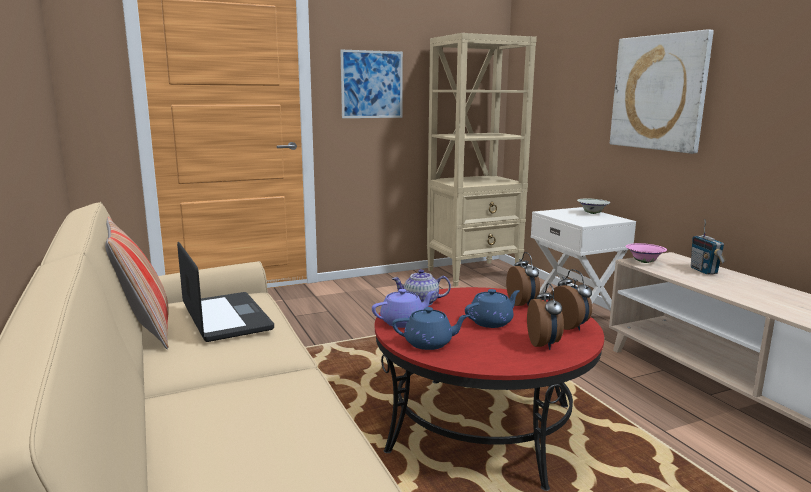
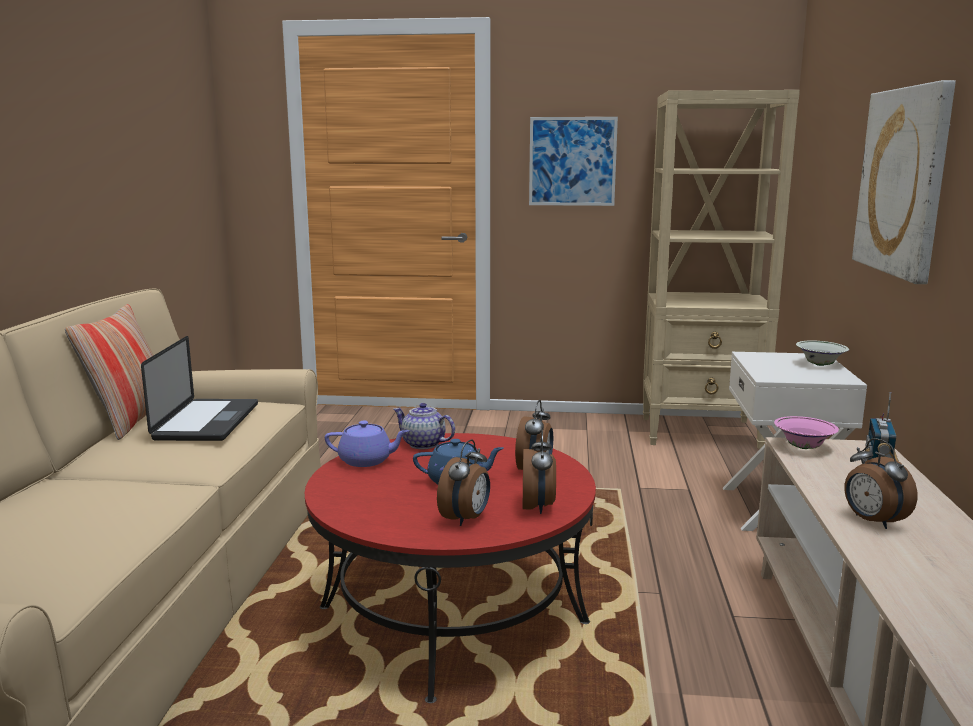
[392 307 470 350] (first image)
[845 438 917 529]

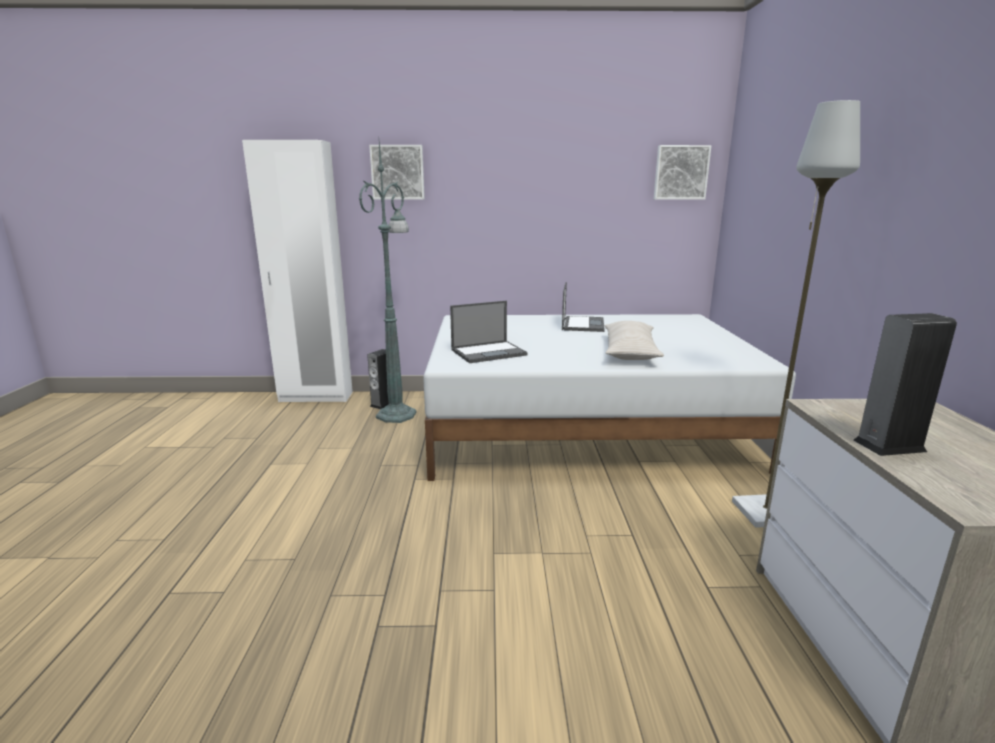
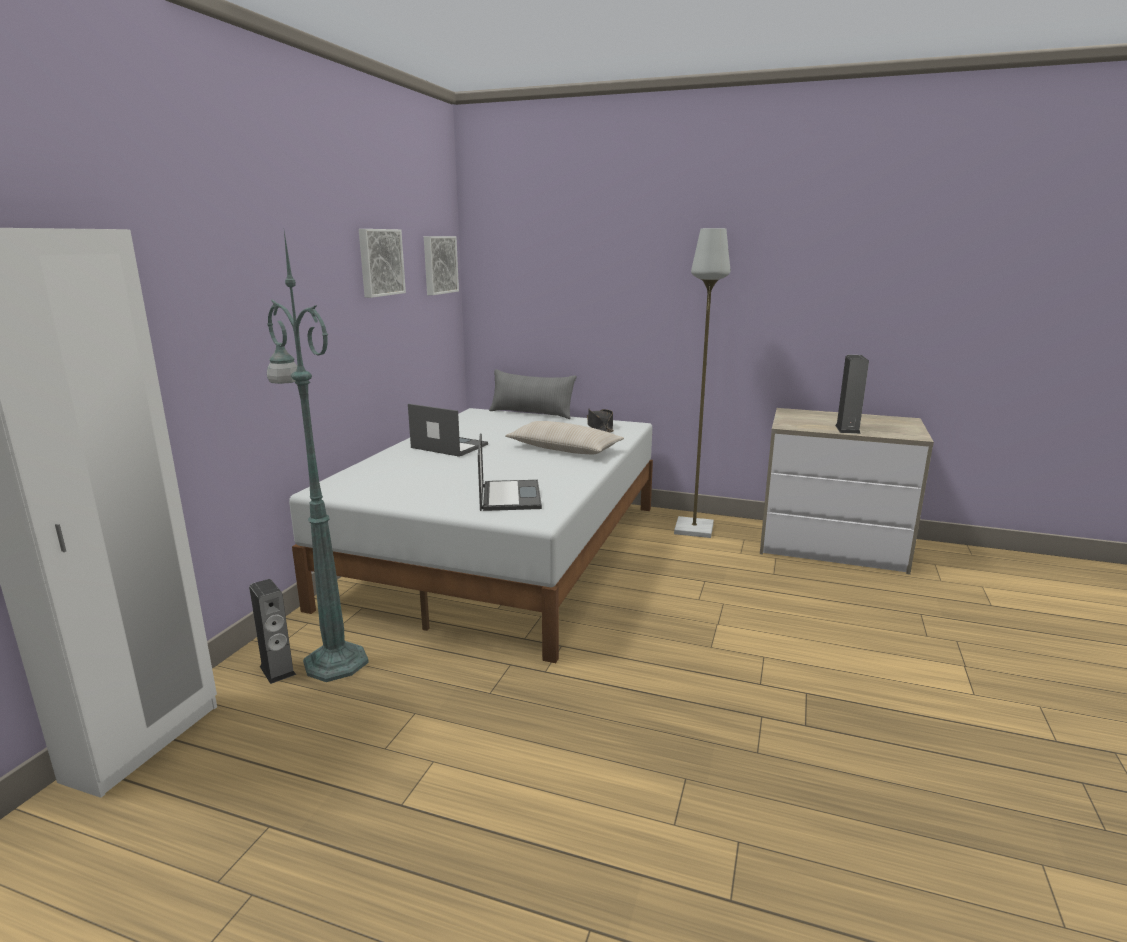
[359 229 406 298]
[489 369 577 419]
[587 409 614 433]

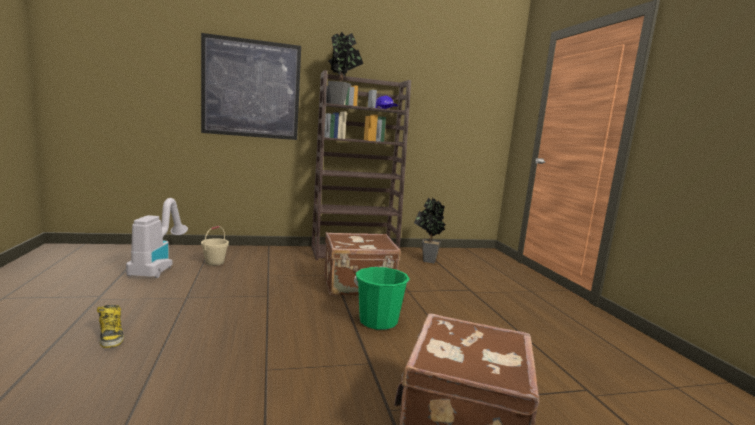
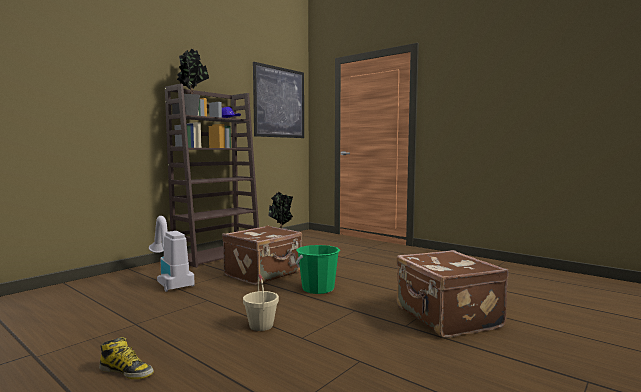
[253 62 304 138]
[149 216 195 292]
[243 274 279 331]

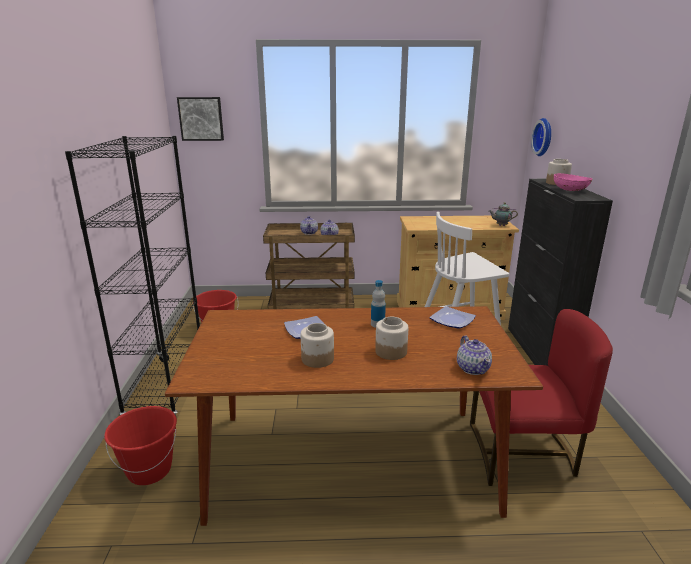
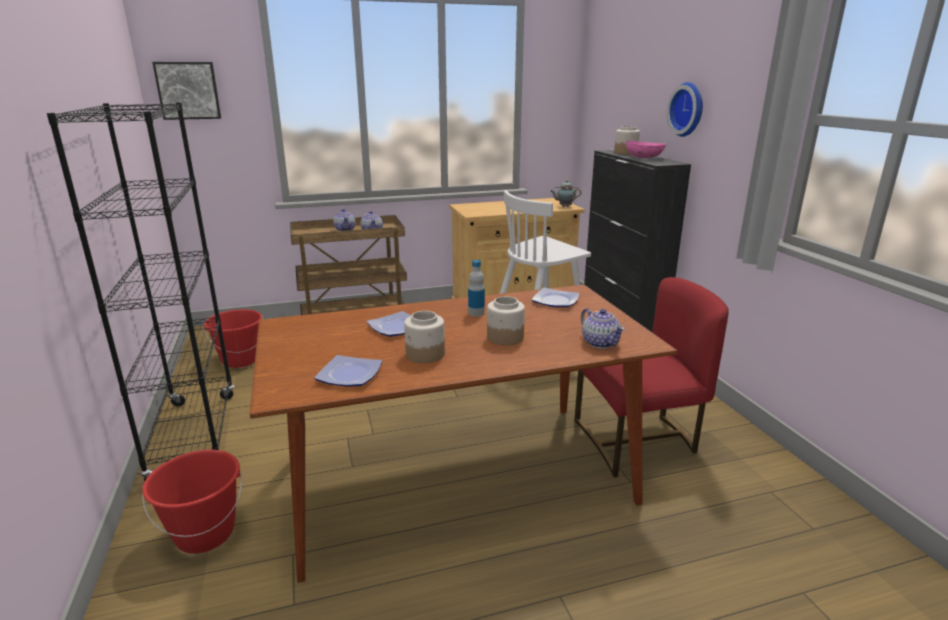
[667 82 703 137]
[314 355 382 387]

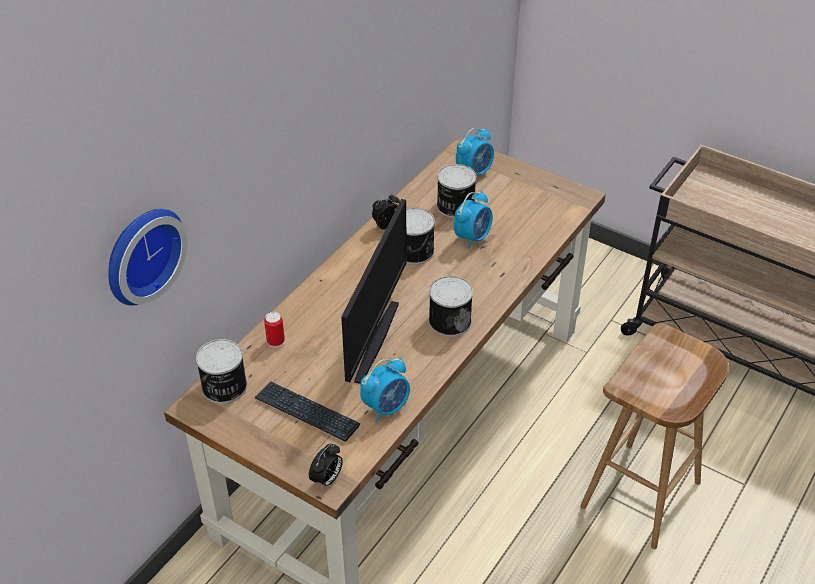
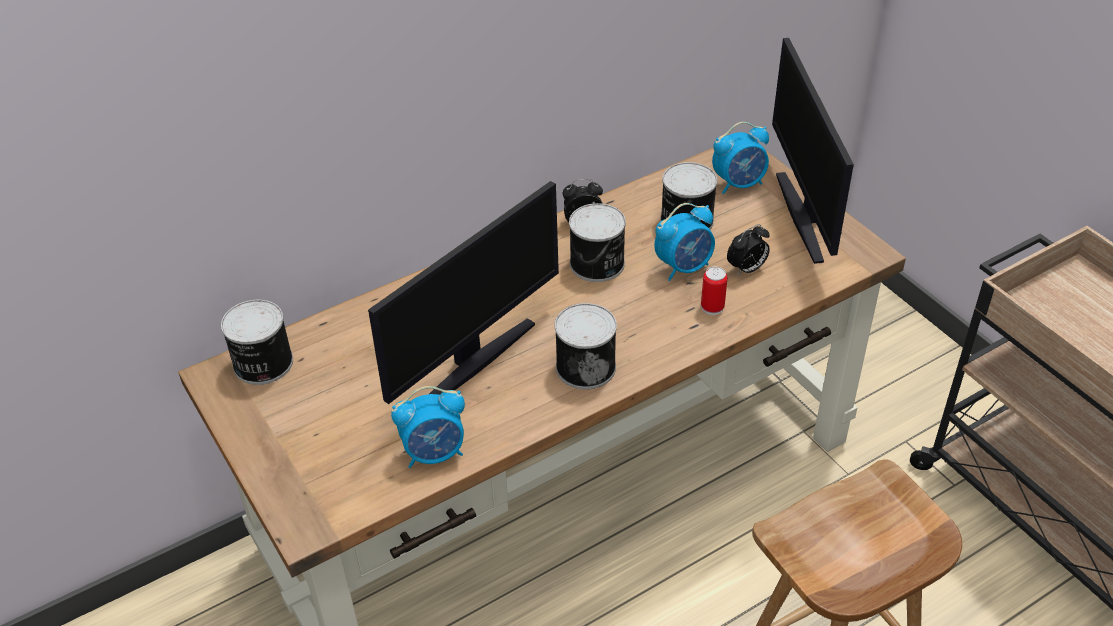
[108 209 188 306] (first image)
[701 267 728 315]
[255 381 360 442] (first image)
[727 224 770 276]
[772 38 854 264]

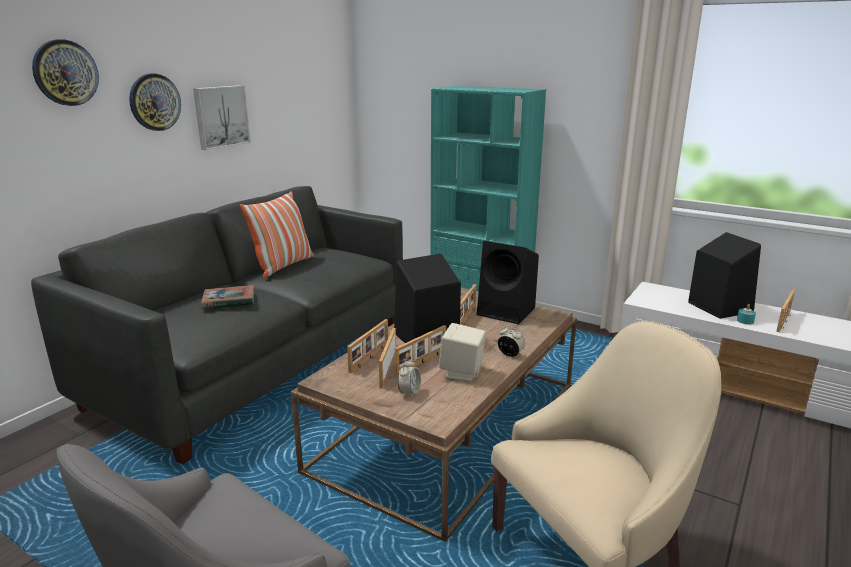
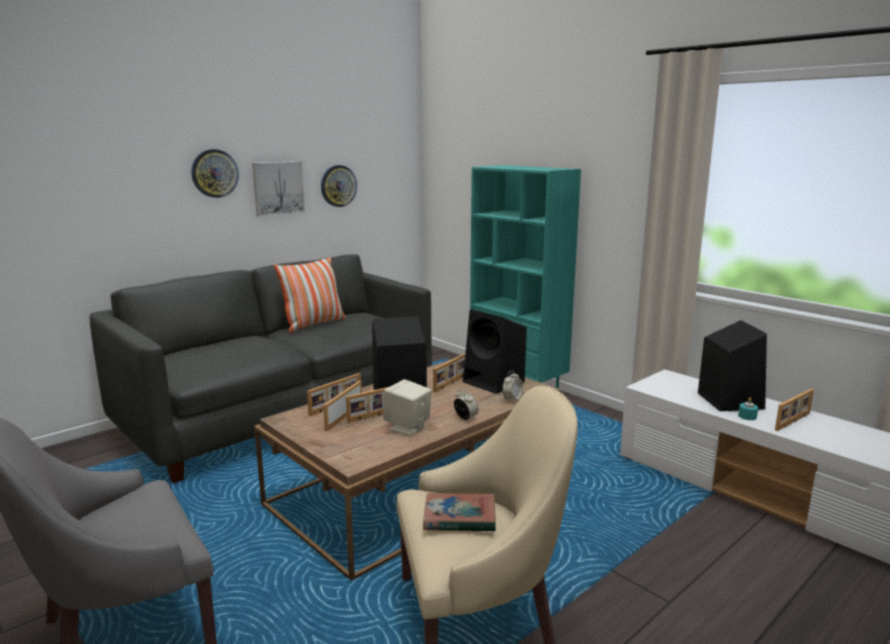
[321 165 357 207]
[423 493 496 532]
[502 370 523 403]

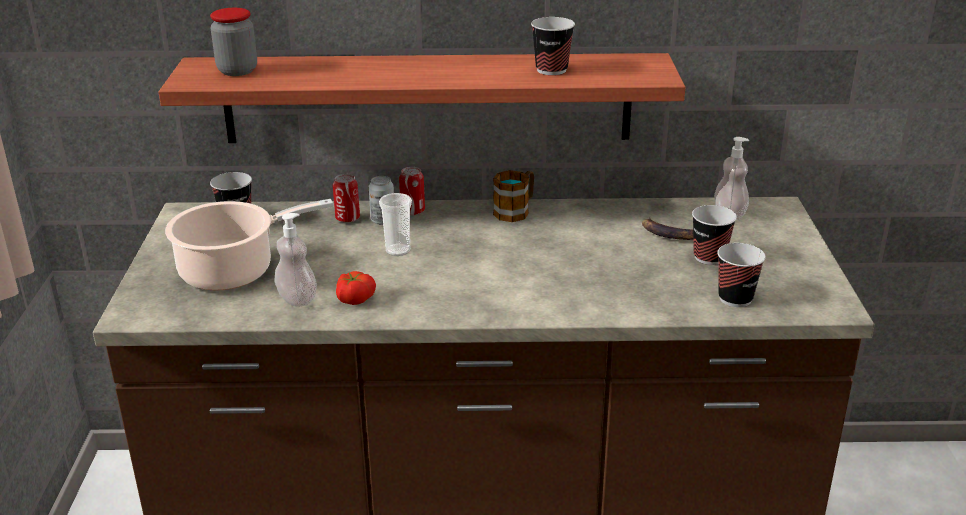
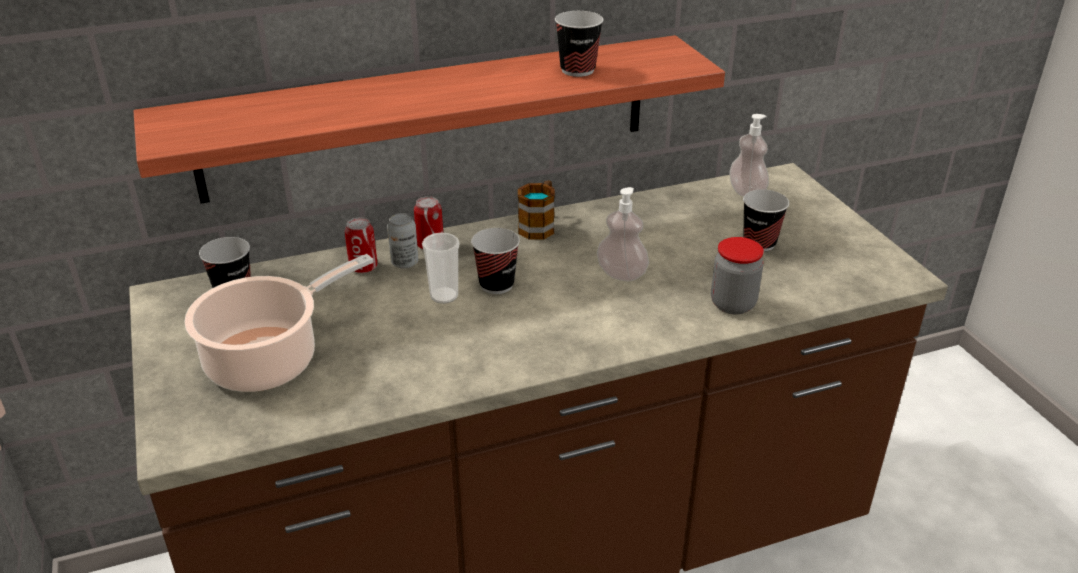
[711 237 764 314]
[597 187 649 281]
[642 218 693 240] (first image)
[471 228 520 294]
[336 271 376 305] (first image)

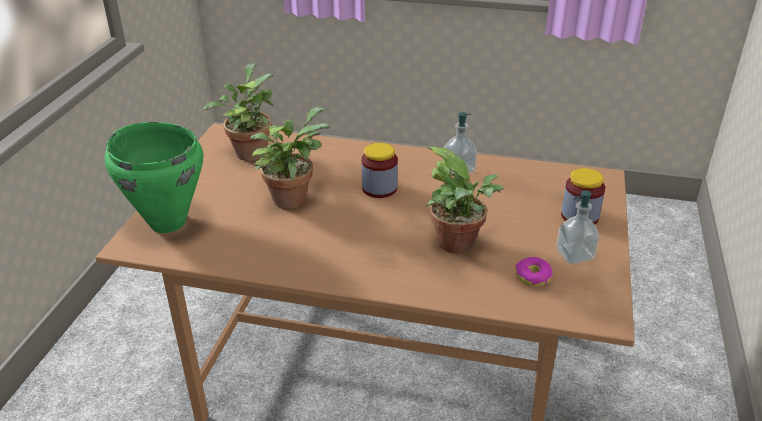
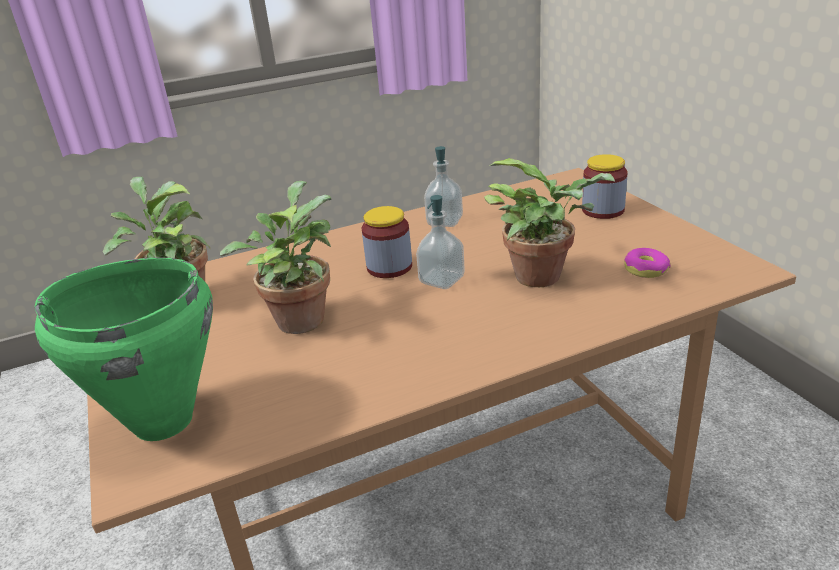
[416 195 465 289]

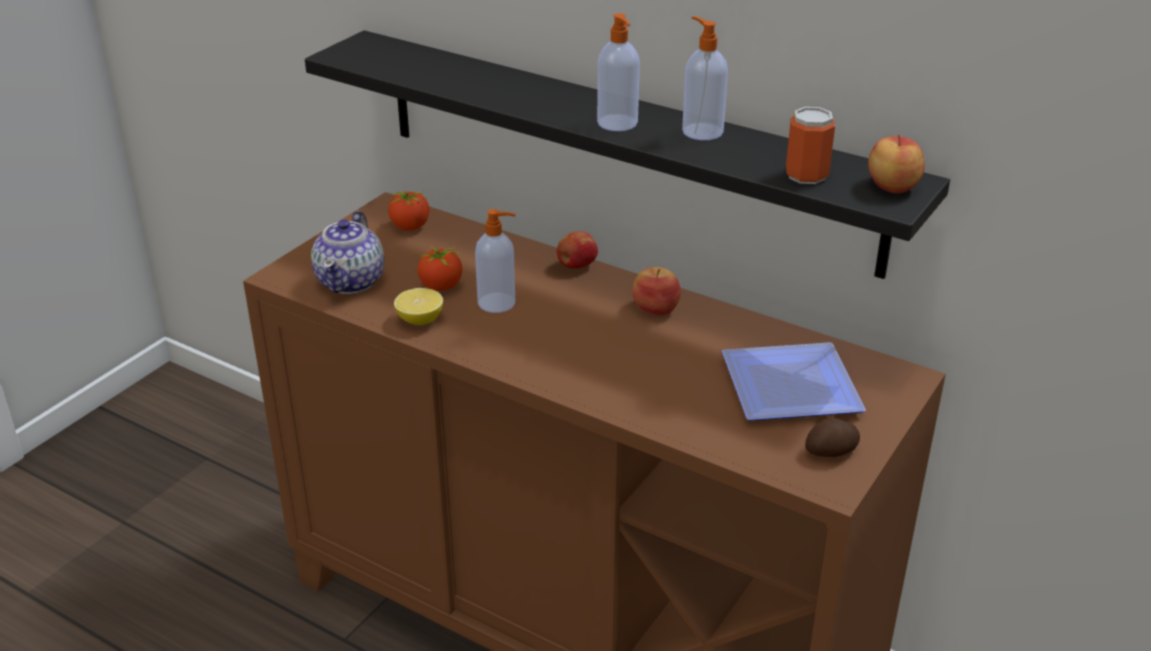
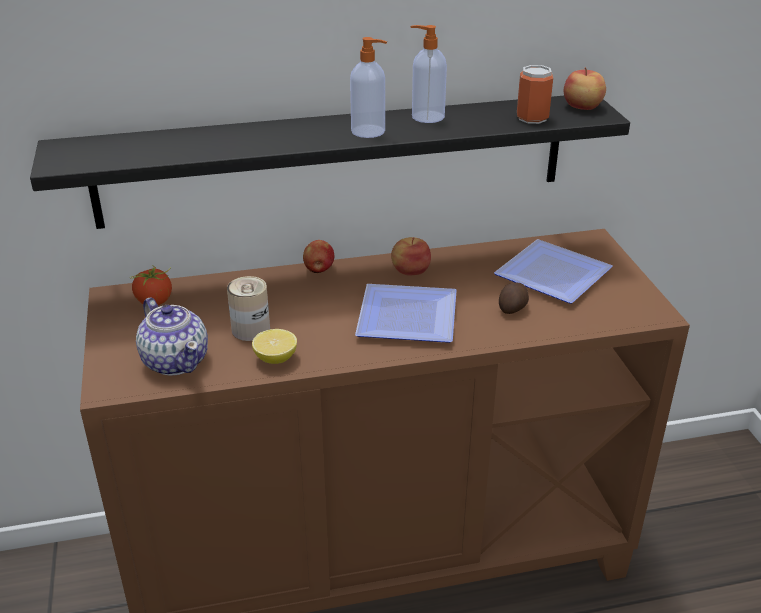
[475 209 516 313] (first image)
[227 276 270 341]
[499 282 529 314]
[355 284 457 343]

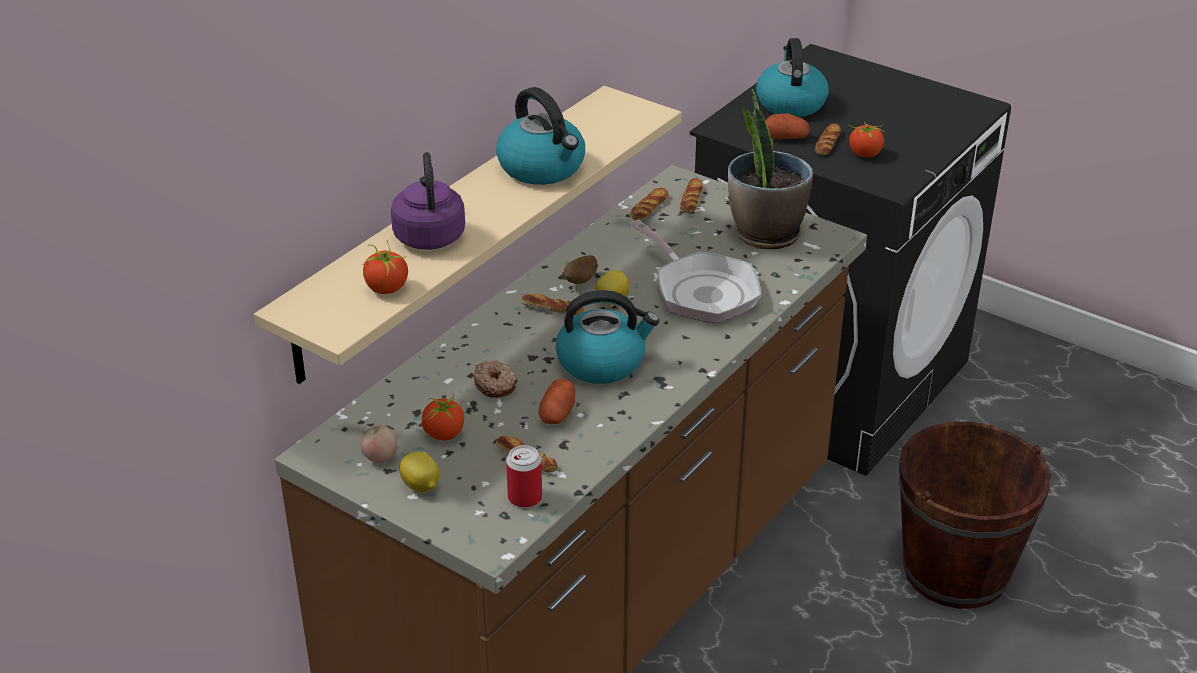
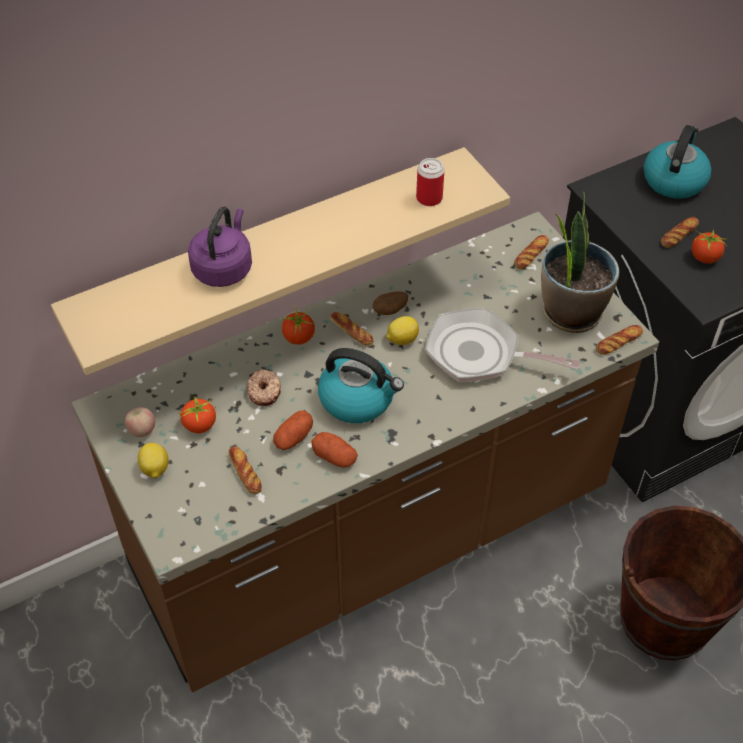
[496 87 585 185] (first image)
[312 432 358 468]
[596 325 643 355]
[425 308 580 383]
[282 305 315 345]
[416 158 444 206]

